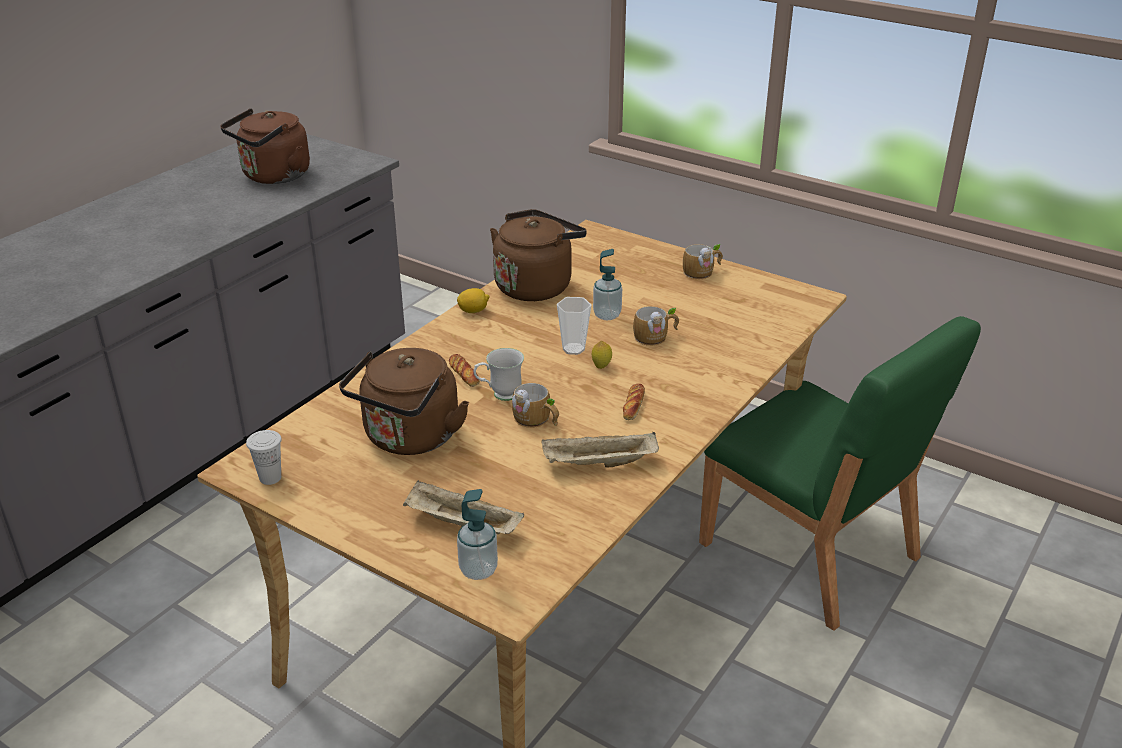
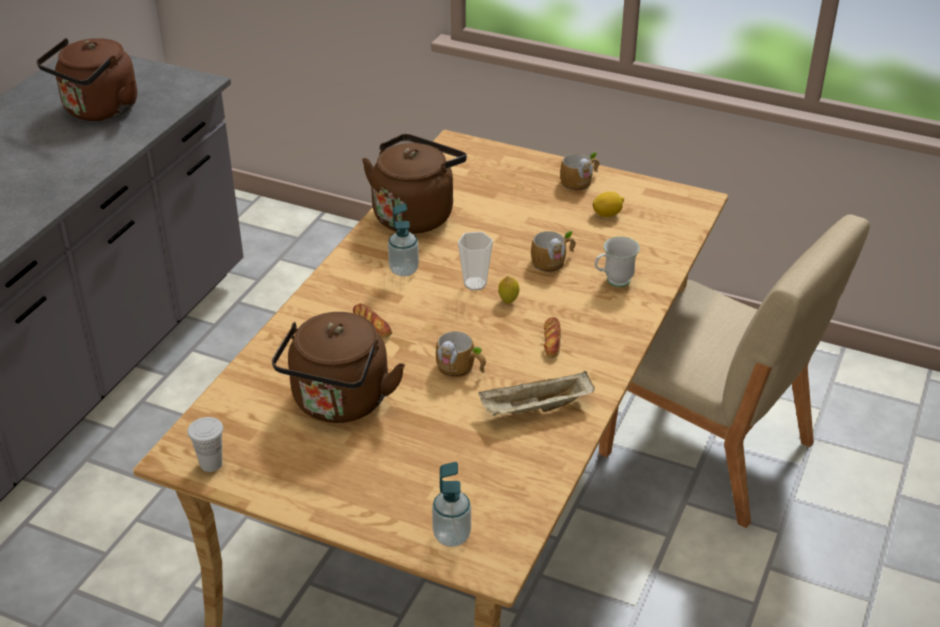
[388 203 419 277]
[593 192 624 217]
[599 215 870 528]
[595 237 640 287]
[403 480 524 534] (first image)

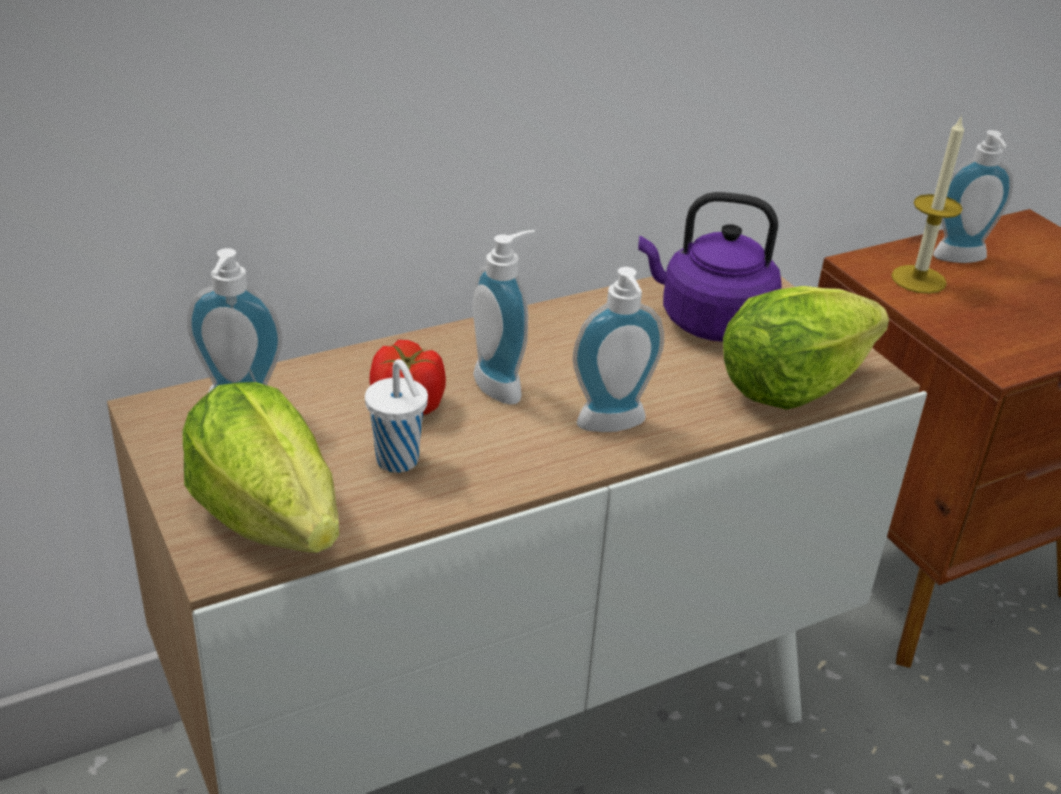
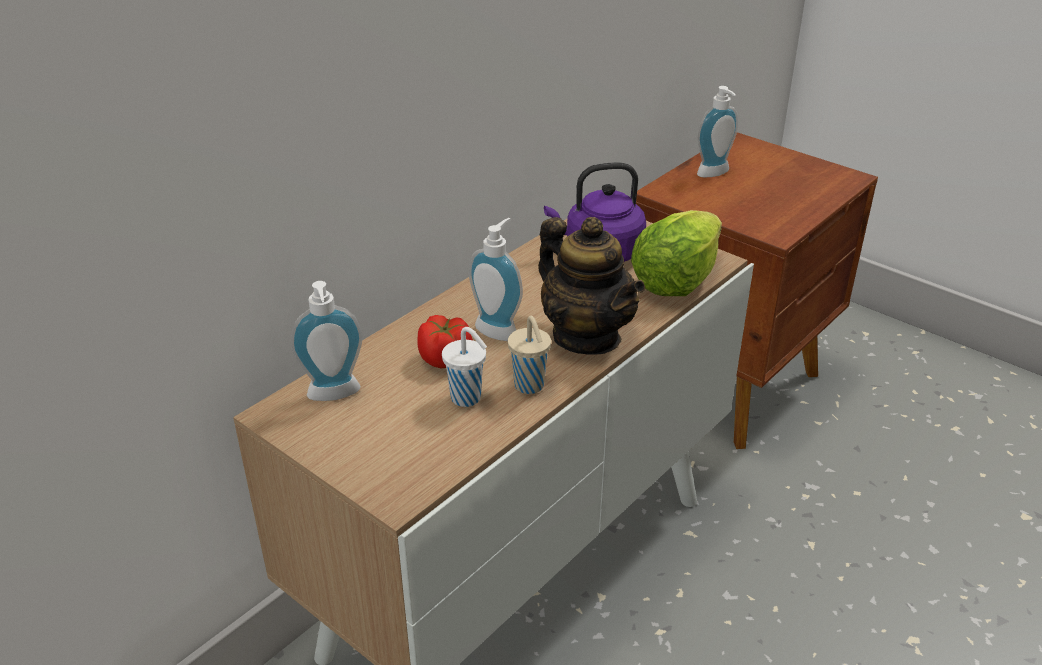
[891 115 964 294] (first image)
[538 217 645 355]
[183 382 339 553] (first image)
[508 316 551 394]

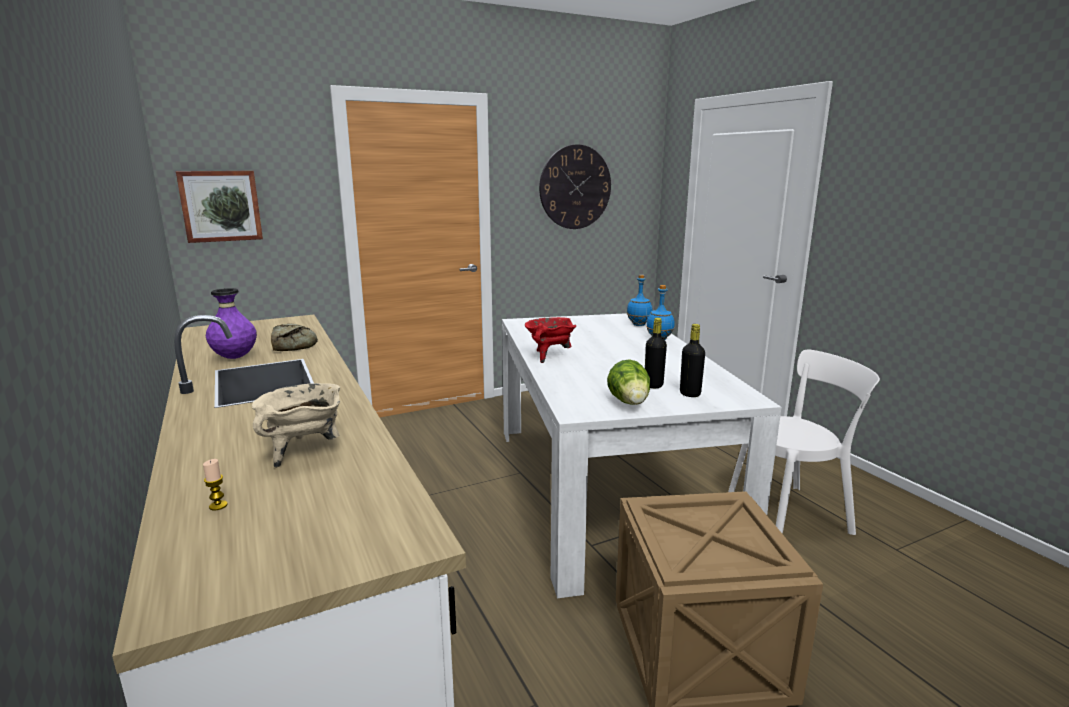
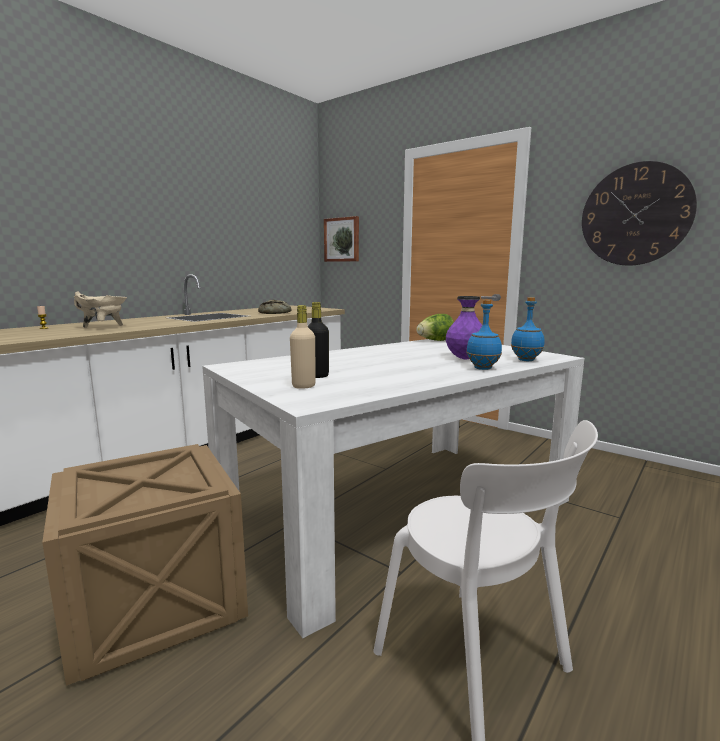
[446 296 482 359]
[525 317 576 363] (first image)
[290 305 315 389]
[416 314 454 341]

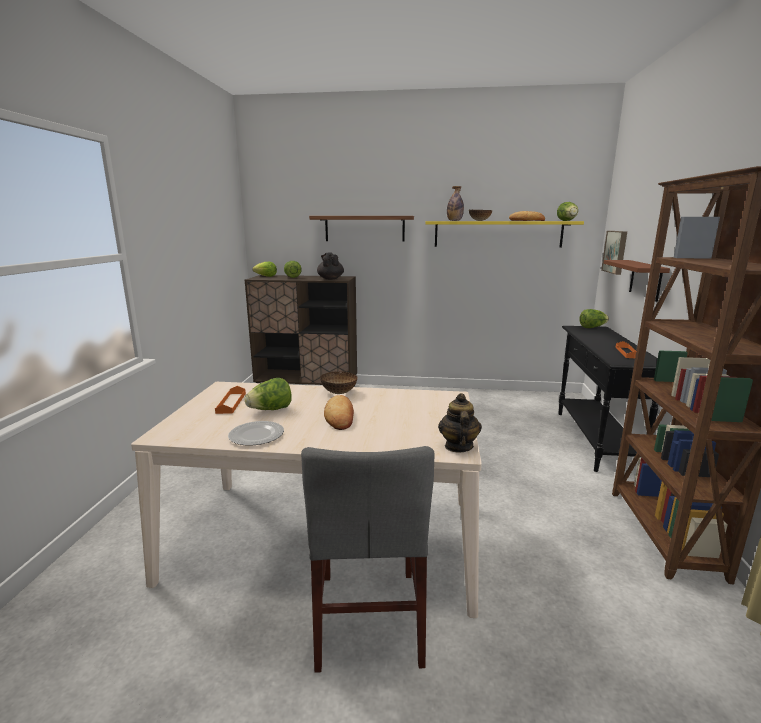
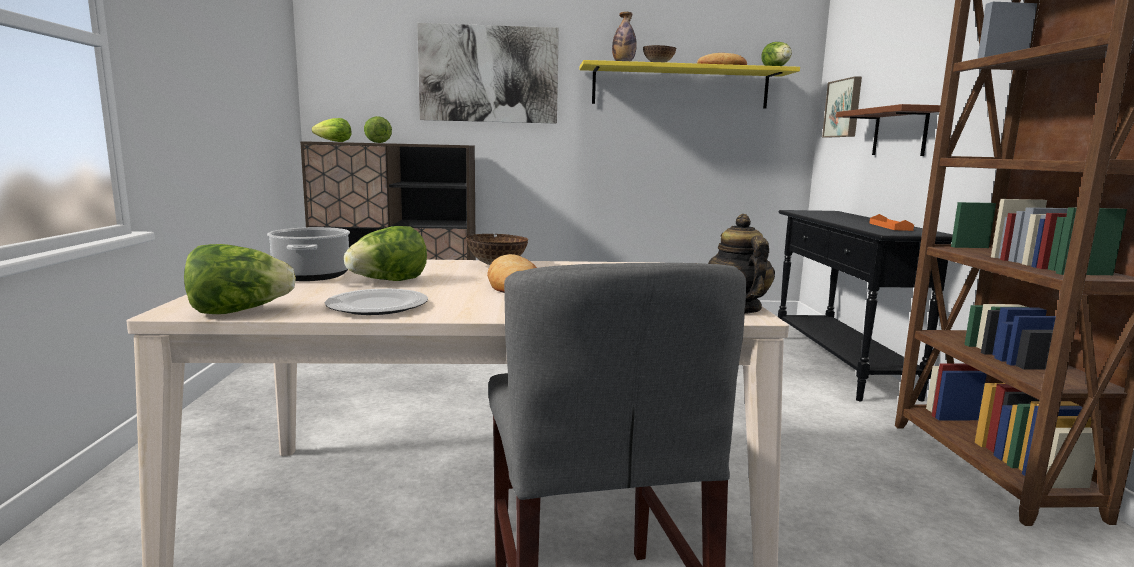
[417 23 559 124]
[317 252 344 280] (first image)
[184 244 296 314]
[267 227 350 281]

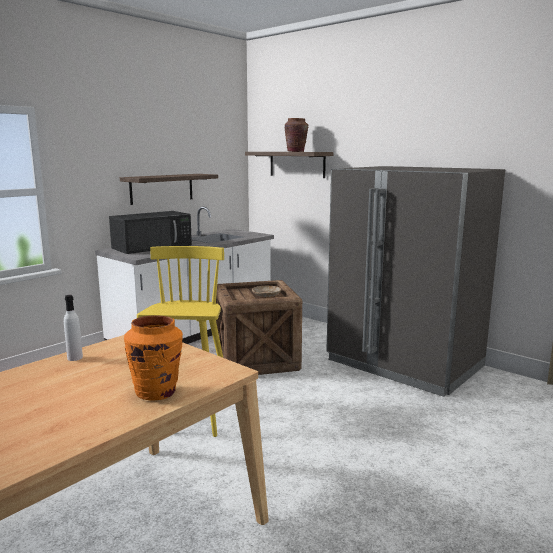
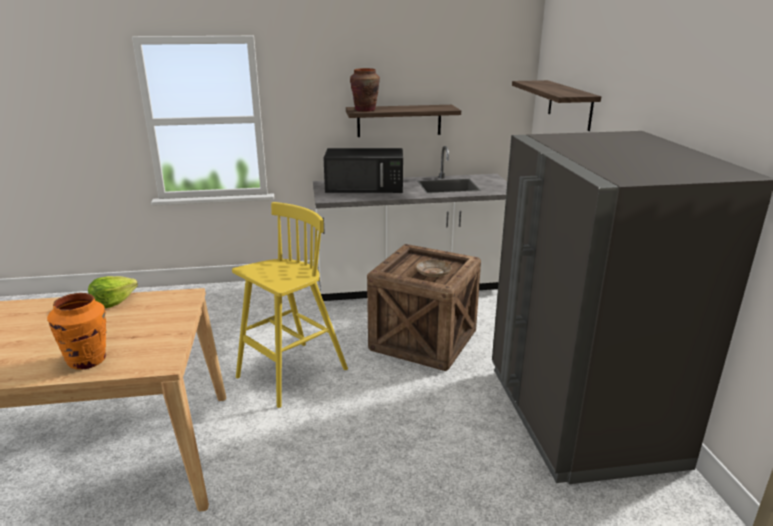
[350 68 380 112]
[88 276 138 308]

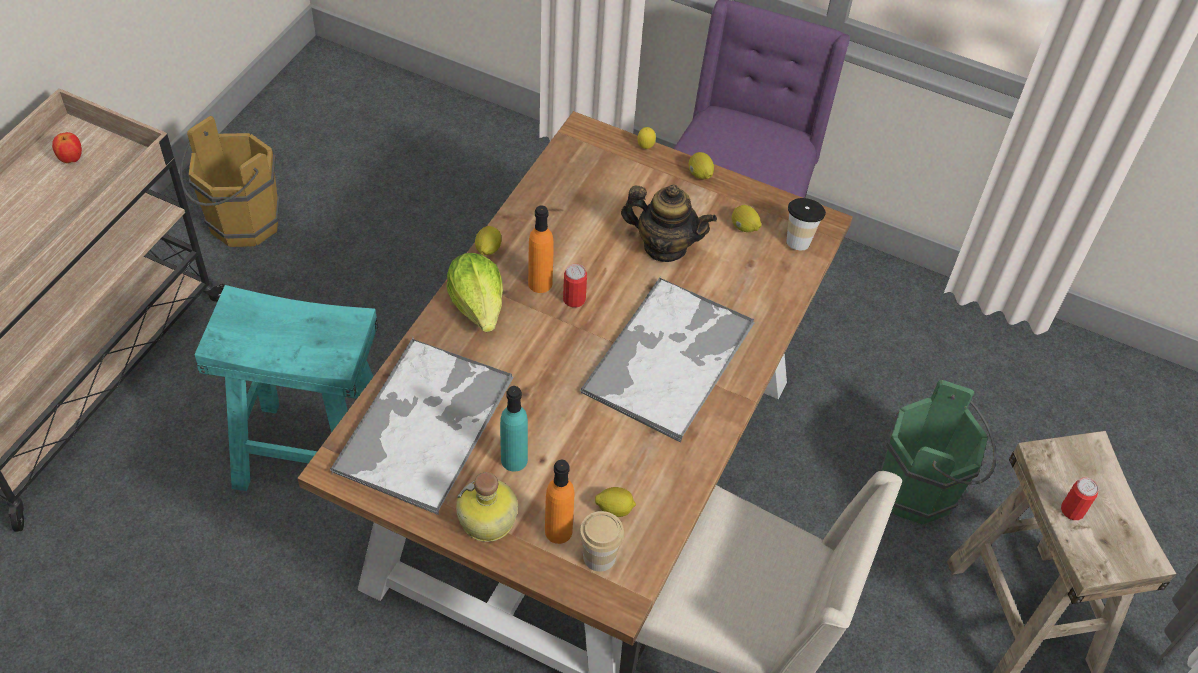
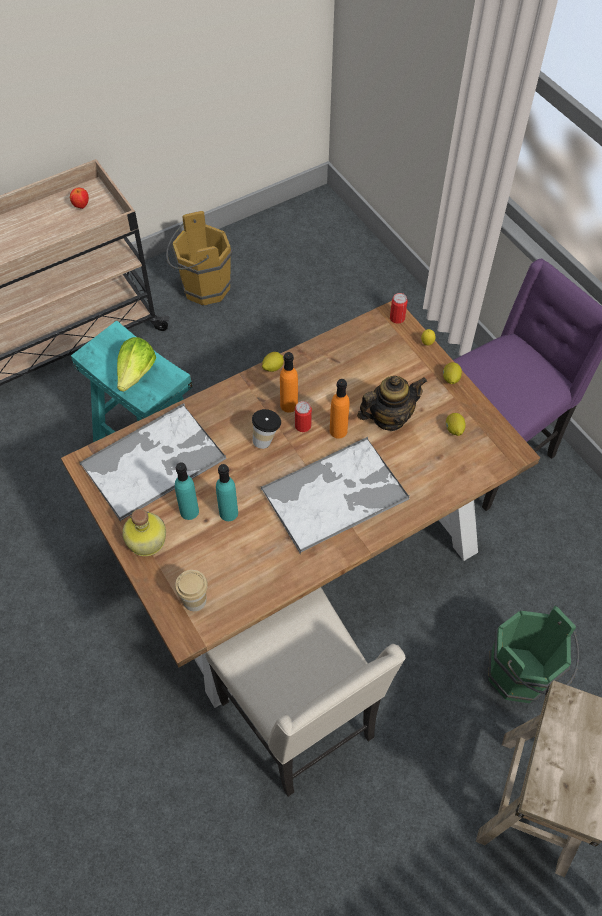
[357 376 427 431]
[252 409 281 449]
[117 337 156 392]
[330 379 350 439]
[390 293 408 324]
[595 487 636 517] (first image)
[216 464 238 521]

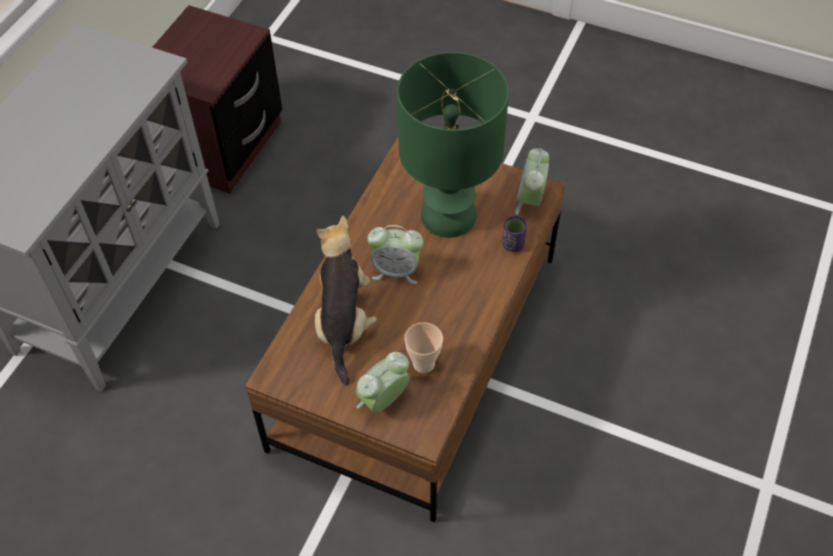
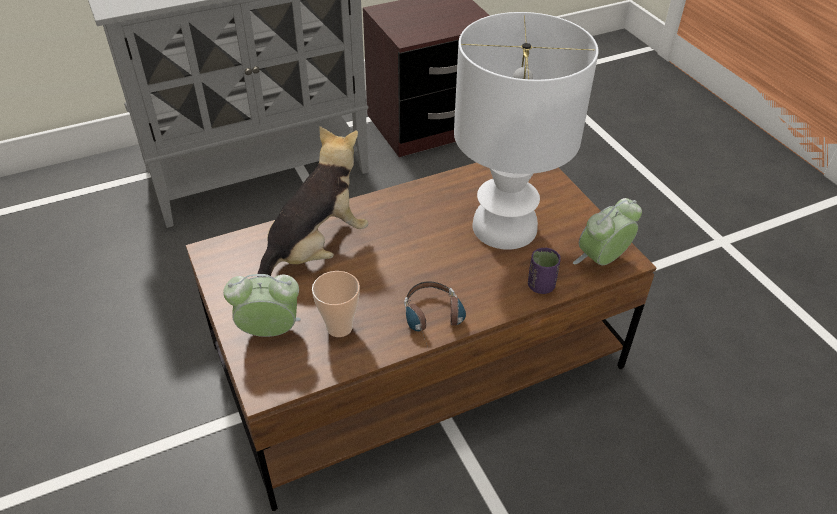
[454 12 599 250]
[367 225 423 284] (first image)
[404 281 466 347]

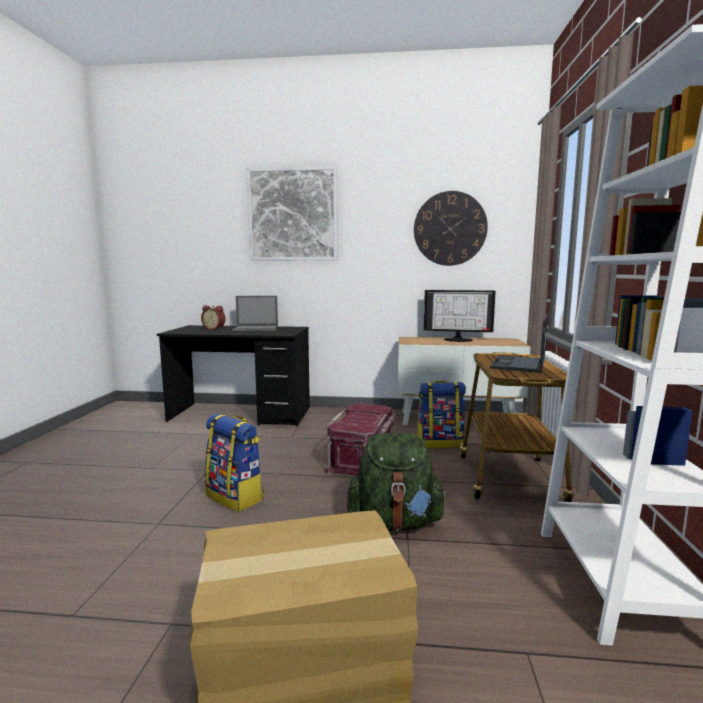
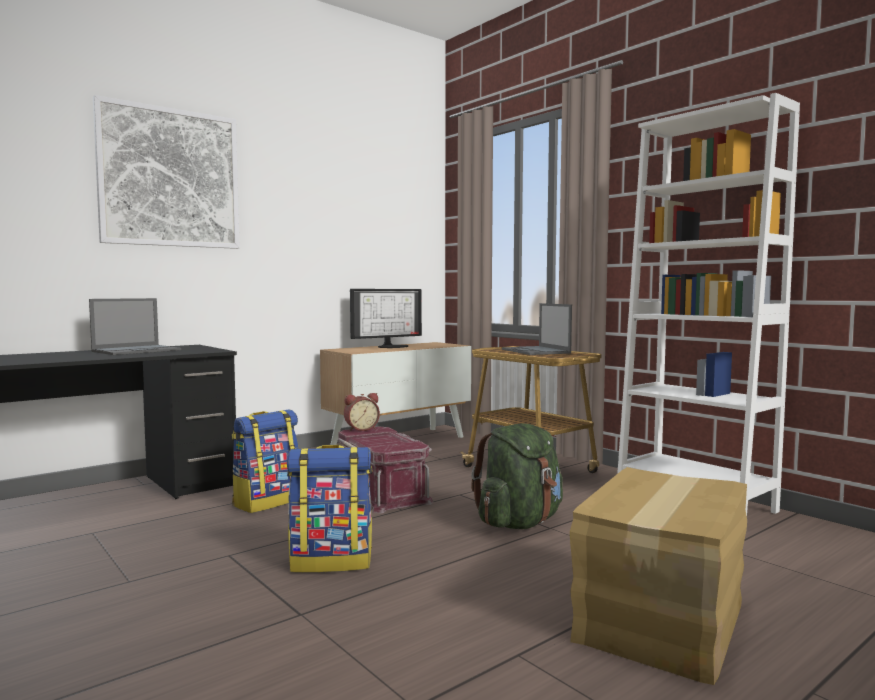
[414 191 488 266] (first image)
[344 393 380 431]
[232 409 299 513]

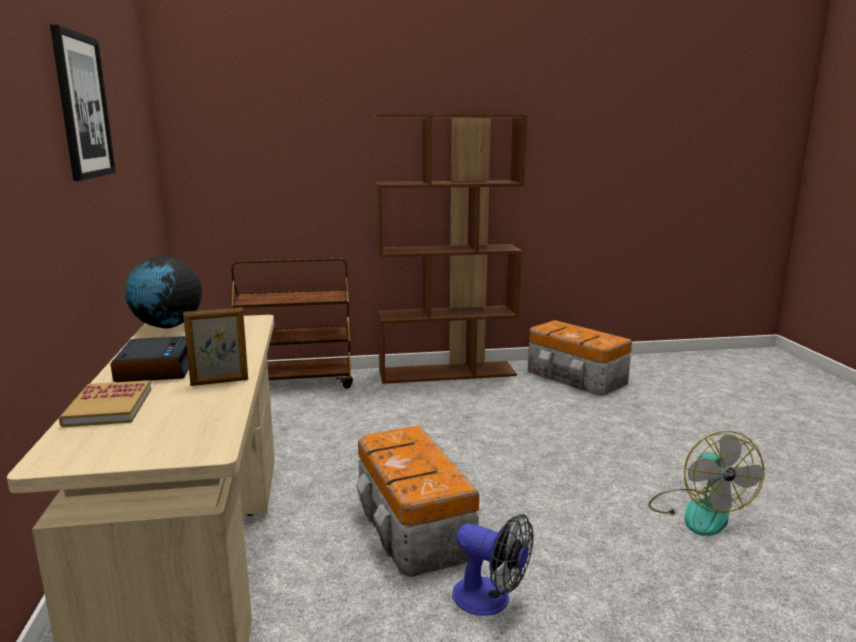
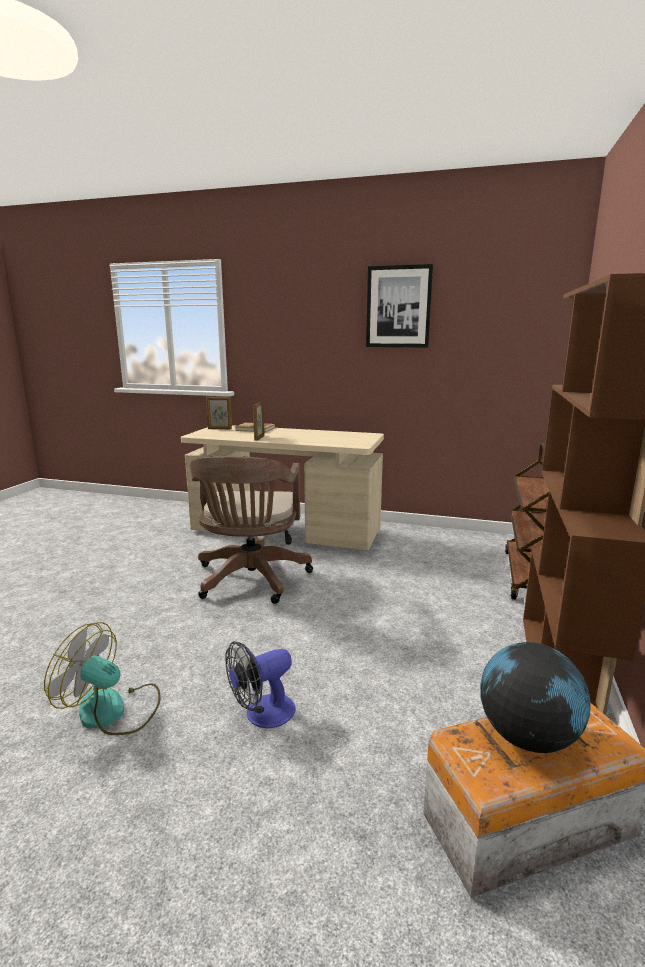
[480 642 591 753]
[111 336 189 382] (first image)
[190 456 313 604]
[225 641 295 728]
[206 397 232 429]

